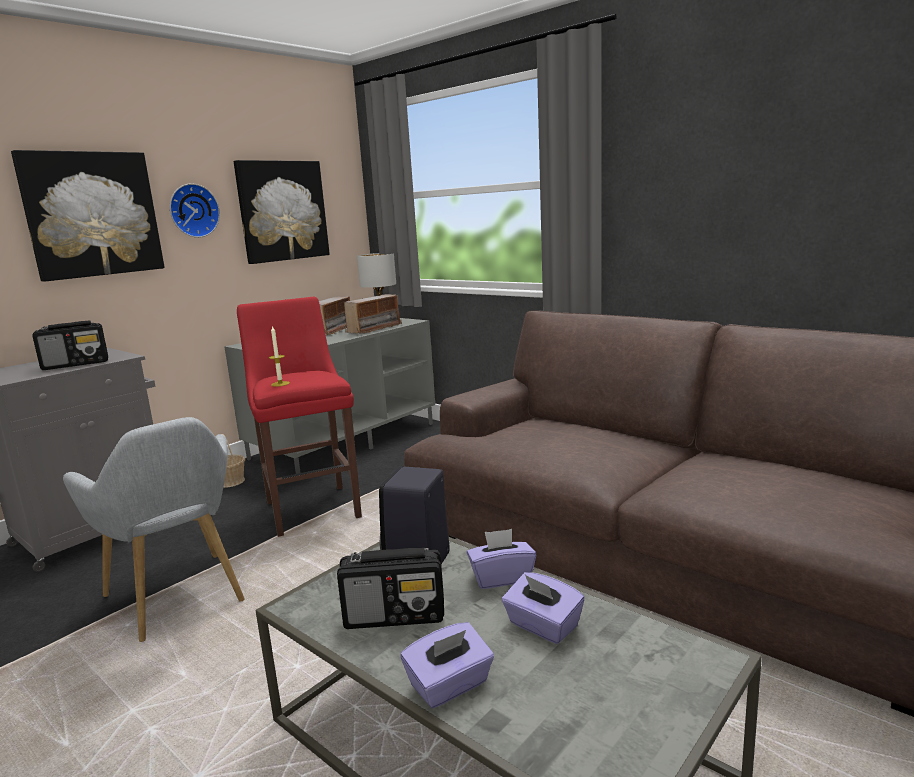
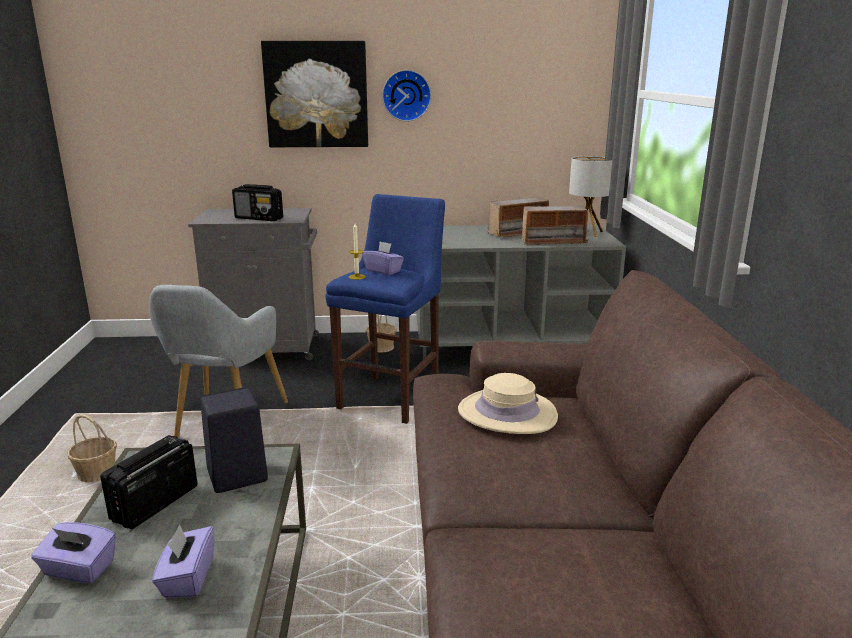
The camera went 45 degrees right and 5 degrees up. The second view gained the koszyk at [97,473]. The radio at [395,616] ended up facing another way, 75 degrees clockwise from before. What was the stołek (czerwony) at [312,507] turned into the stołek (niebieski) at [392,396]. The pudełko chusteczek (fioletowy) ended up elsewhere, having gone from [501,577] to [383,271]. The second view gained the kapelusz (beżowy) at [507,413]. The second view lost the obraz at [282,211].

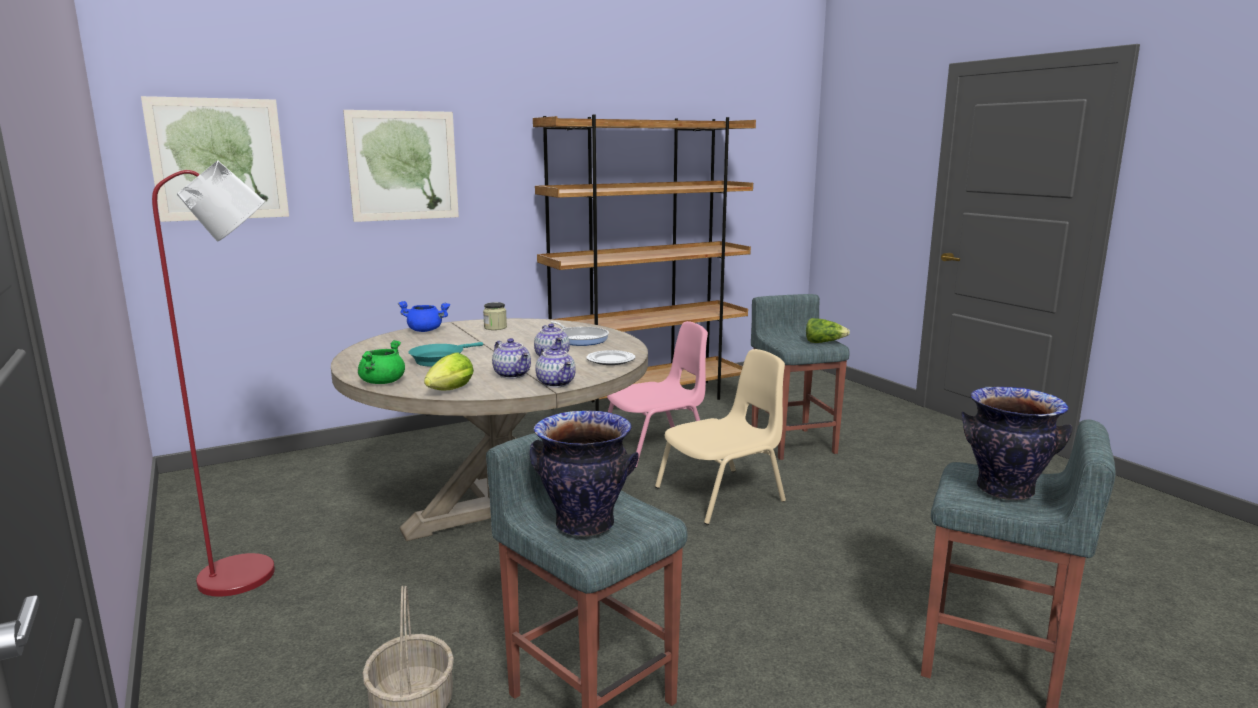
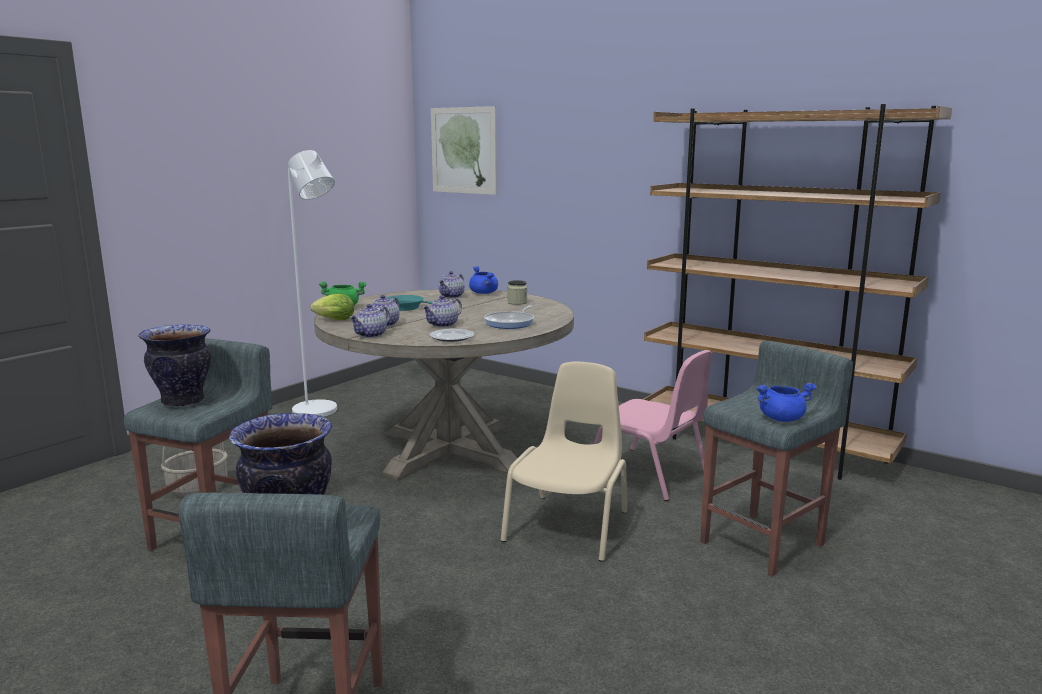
The camera went 65 degrees right and 0 degrees up. What was the lampa stojąca (czerwony) at [252,573] turned into the lampa stojąca (biały) at [320,412]. The second view gained the imbryk at [452,296]. The krzesło (beżowy) at [722,495] ended up facing another way, 105 degrees counterclockwise from before. Where the sałata stood at [824,342], the garnek (niebieski) came to stand at [781,418]. The second view lost the obraz at [403,166].

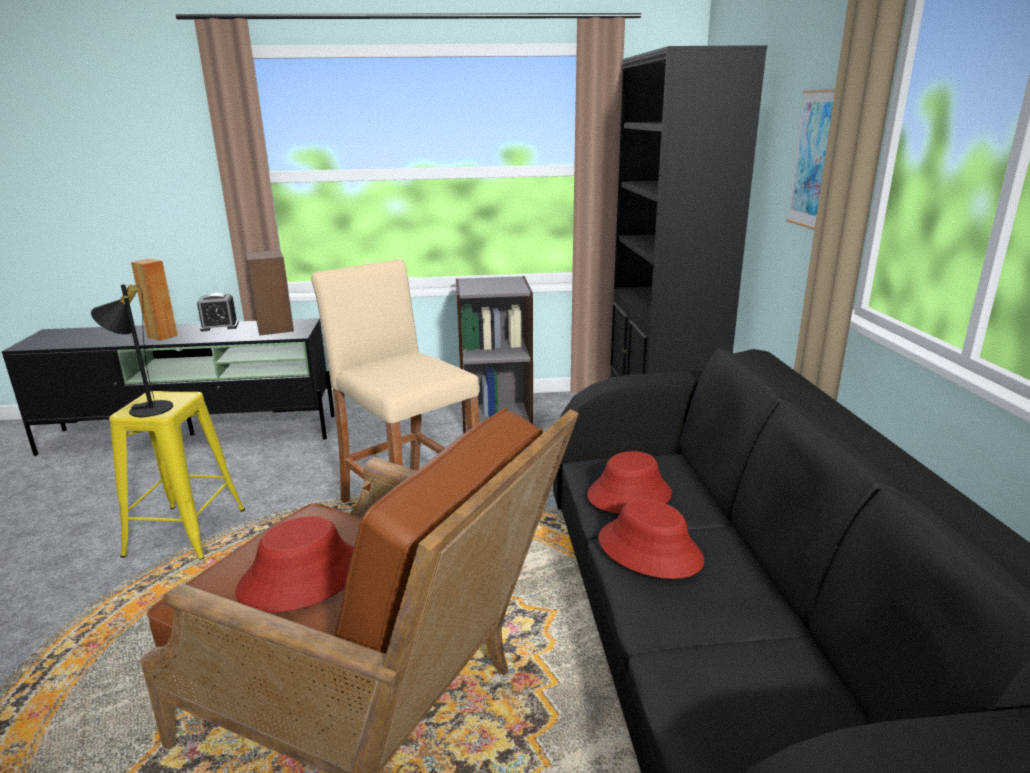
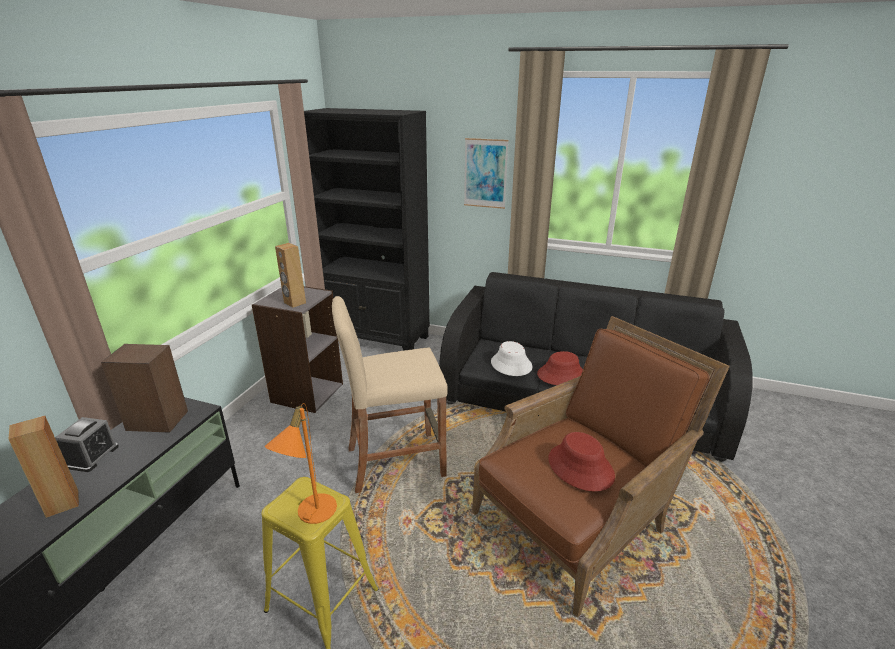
The camera went 65 degrees left and 5 degrees up. What was the lampa stołowa (czarny) at [145,408] turned into the lampa stołowa (pomarańczowy) at [310,513]. The second view gained the głośnik (brązowy) at [294,303]. What was the kapelusz (czerwony) at [629,494] turned into the kapelusz (biały) at [511,364].

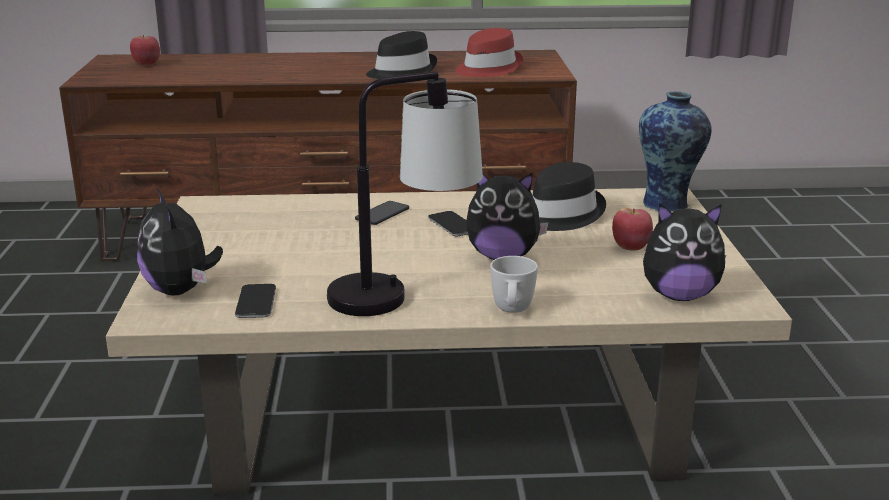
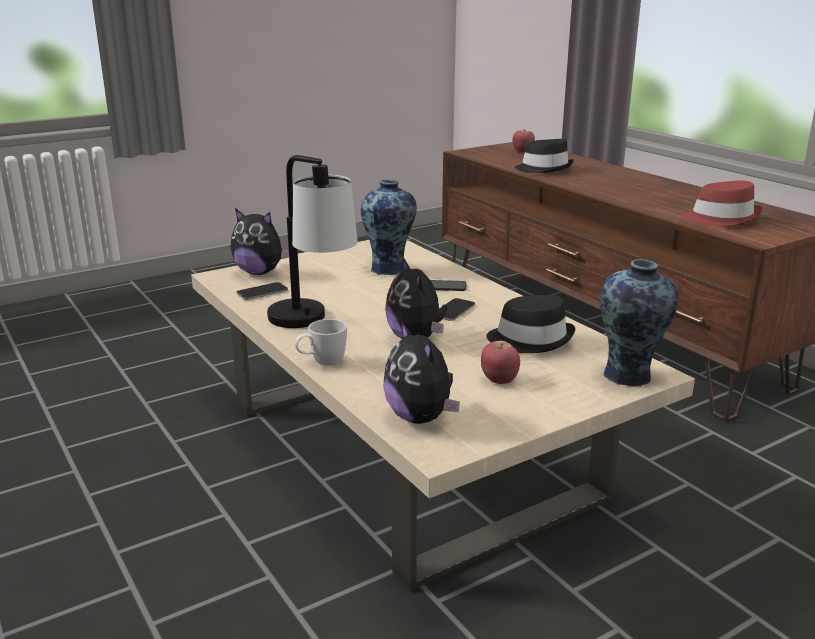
The camera went 60 degrees right and 0 degrees up. The pluszak at [181,290] ended up facing another way, 105 degrees counterclockwise from before. The second view gained the wazon at [389,268]. The kapelusz (czarny) ended up elsewhere, having gone from [401,71] to [544,168].

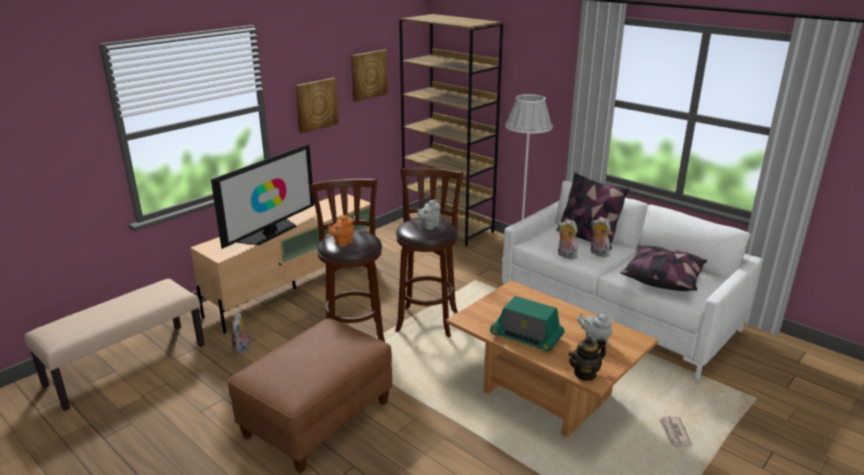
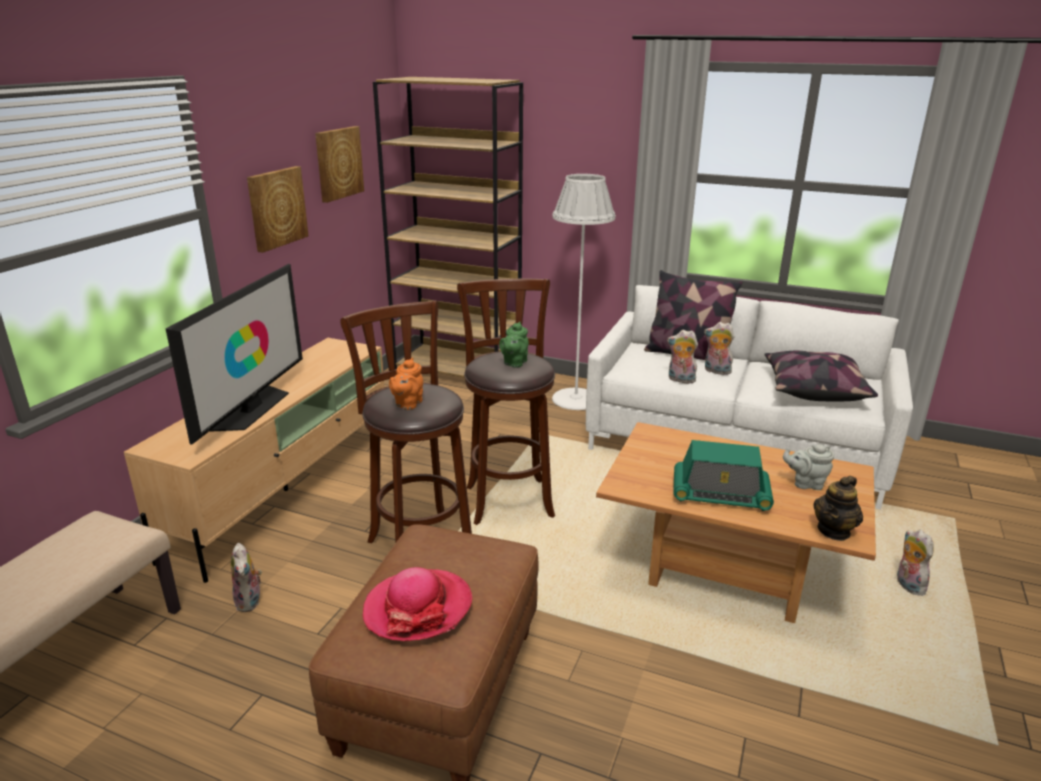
The camera went 20 degrees left and 0 degrees up. The second view gained the kapelusz at [418,608]. What was the imbryk (szary) at [429,226] turned into the imbryk (zielony) at [514,363]. Where the gazeta stood at [674,433], the pluszak came to stand at [907,585].

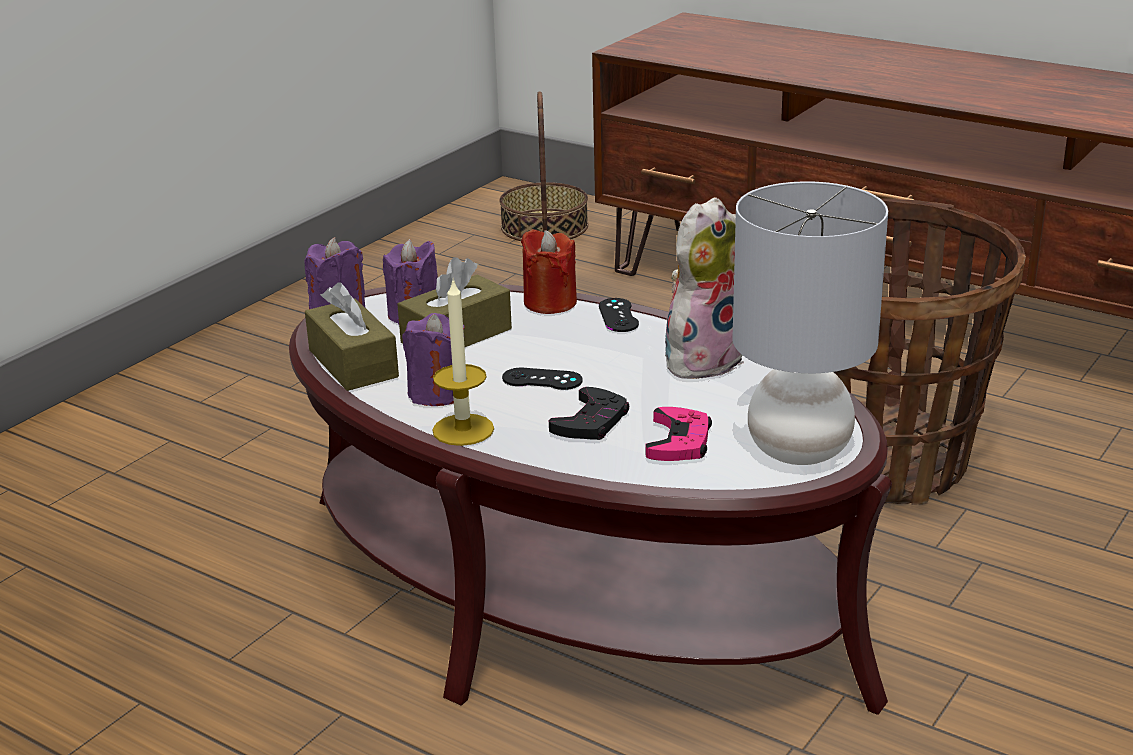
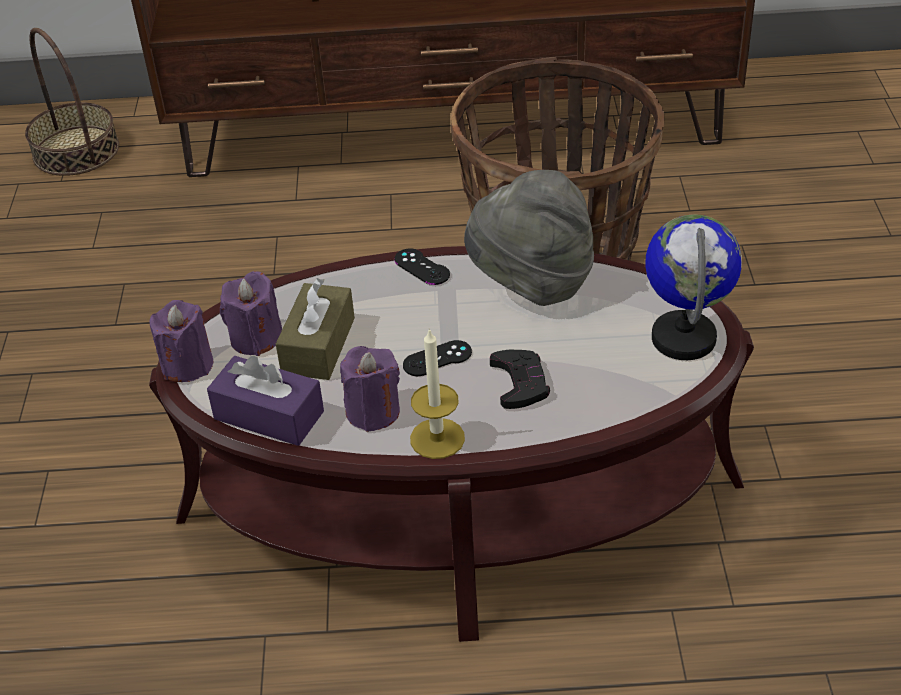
The camera went 35 degrees left and 15 degrees up. What was the pudełko chusteczek (brązowy) at [353,363] turned into the pudełko chusteczek (fioletowy) at [269,415]. Where the pluszak stood at [703,359], the kapelusz (szary) came to stand at [531,283]. Where the lampa stołowa (szary) stood at [798,449], the globus came to stand at [684,338]. The second view lost the świeca (czerwony) at [550,302]. The second view lost the pad do gier (różowy) at [679,442].

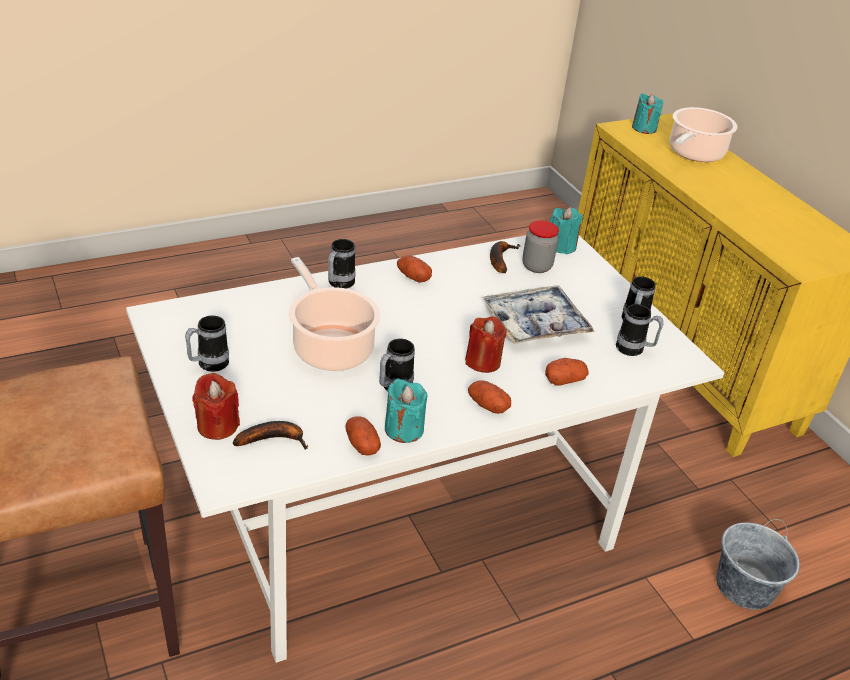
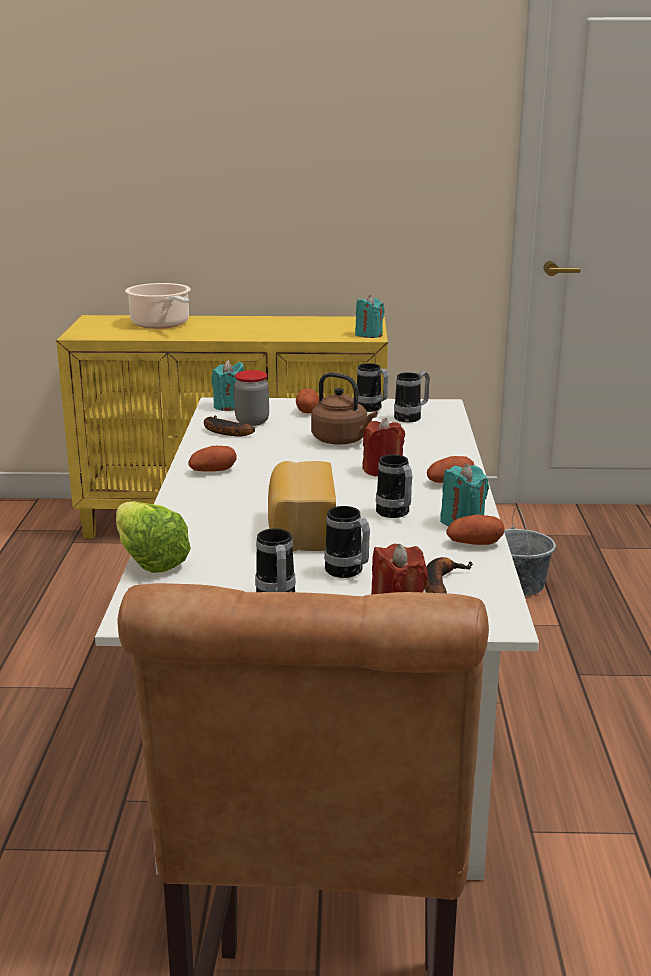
The camera went 60 degrees left and 15 degrees down. The second view gained the sałata at [147,557]. Where the garnek stood at [330,347], the chleb came to stand at [300,530]. The ziemniak ended up elsewhere, having gone from [565,380] to [307,410]. Where the taca stood at [535,323], the czajnik (brązowy) came to stand at [342,440]. The kubek ended up elsewhere, having gone from [338,284] to [348,573]. The świeca (turkusowy) ended up elsewhere, having gone from [644,128] to [369,335].

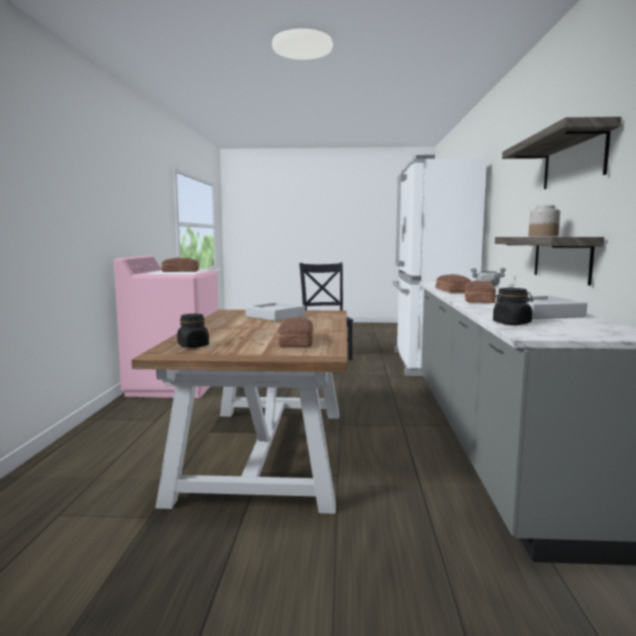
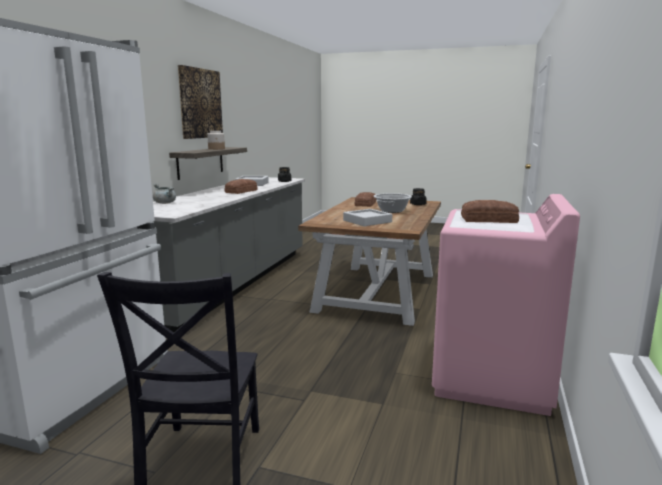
The camera went 165 degrees left and 5 degrees up. Where the półka hung at [573,160], the obraz came to hang at [200,103]. The second view gained the garnek at [392,211]. The second view lost the chleb at [453,290].

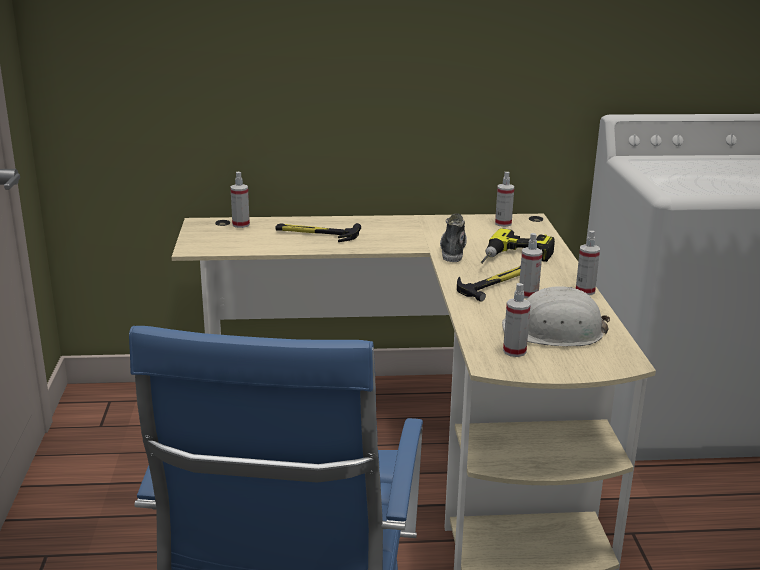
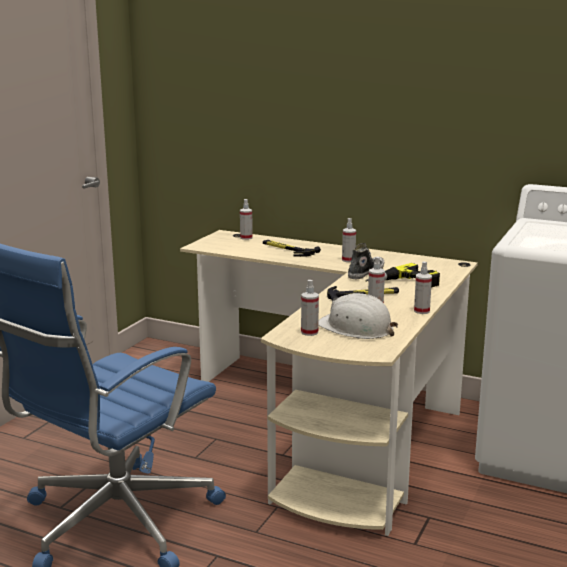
The camera went 30 degrees right and 5 degrees down. The spryskiwacz ended up elsewhere, having gone from [503,223] to [348,260].

